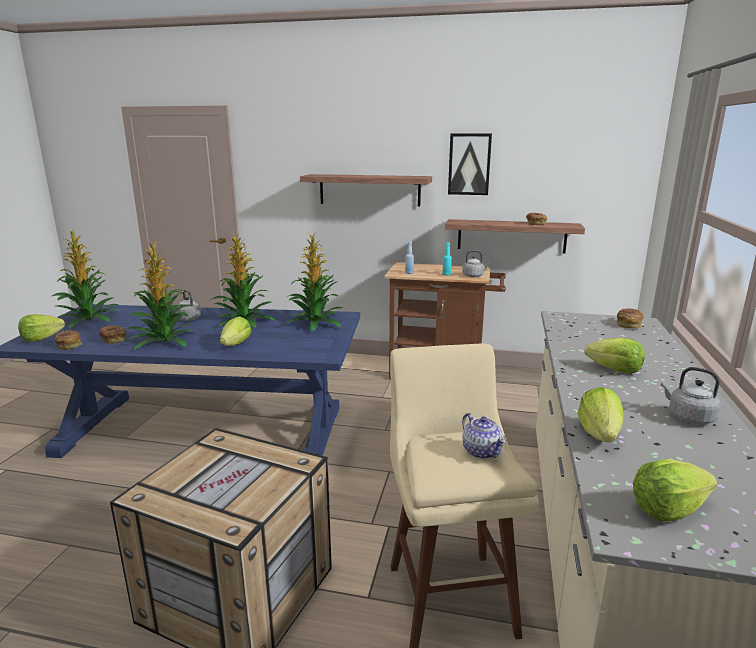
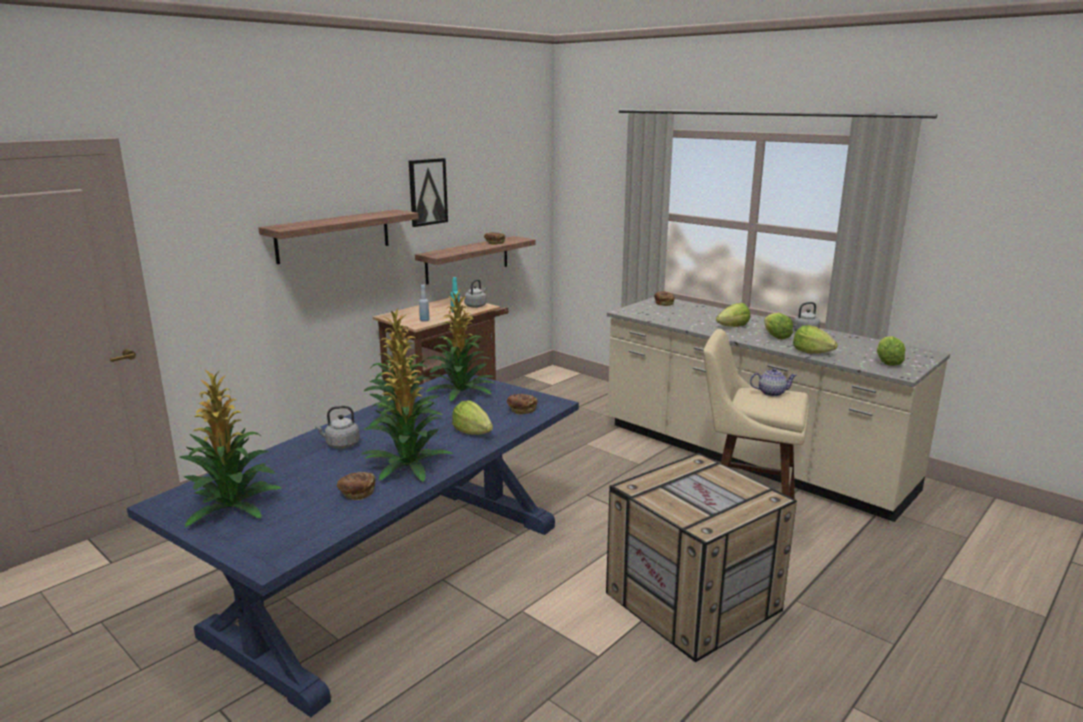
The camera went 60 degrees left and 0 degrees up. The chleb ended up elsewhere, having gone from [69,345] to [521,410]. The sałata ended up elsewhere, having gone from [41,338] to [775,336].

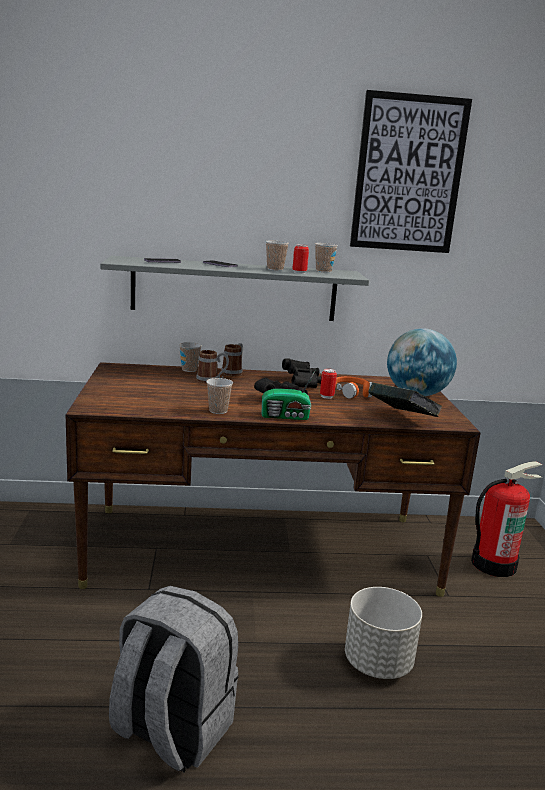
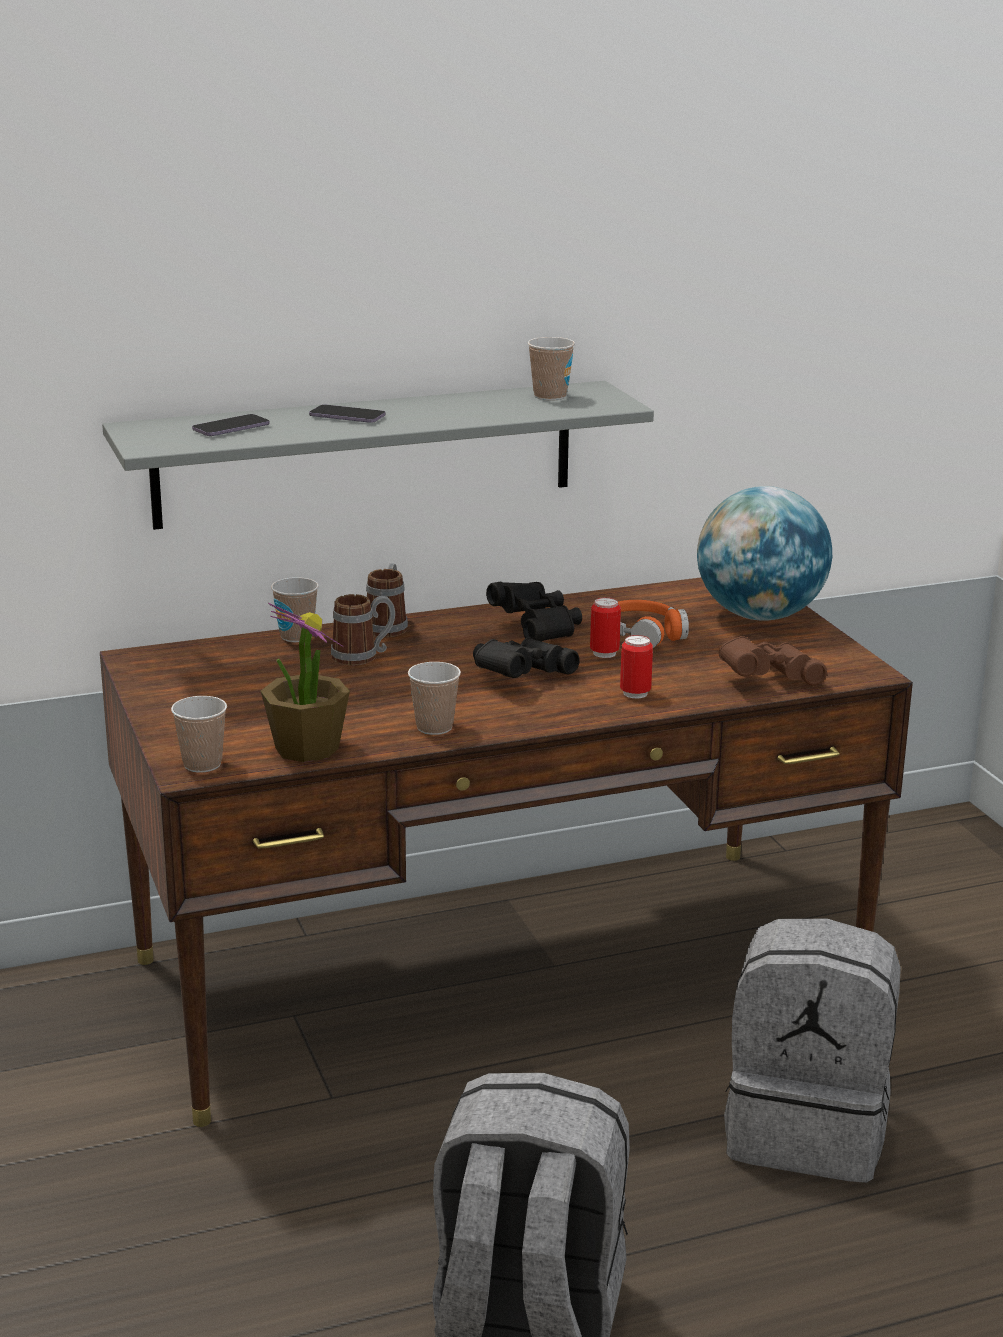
The camera went 15 degrees left and 5 degrees up. The filiżanka ended up elsewhere, having gone from [275,269] to [202,764]. The second view gained the roślina doniczkowa at [306,748]. The puszka ended up elsewhere, having gone from [299,273] to [635,693]. Where the książka stood at [401,419], the lornetka (brązowy) came to stand at [766,679]. Where the donica (szary) stood at [378,663], the plecak (szary) came to stand at [808,1130]. The second view lost the radio at [286,416]. The second view lost the obraz at [408,174]. The second view lost the gaśnica at [493,564].

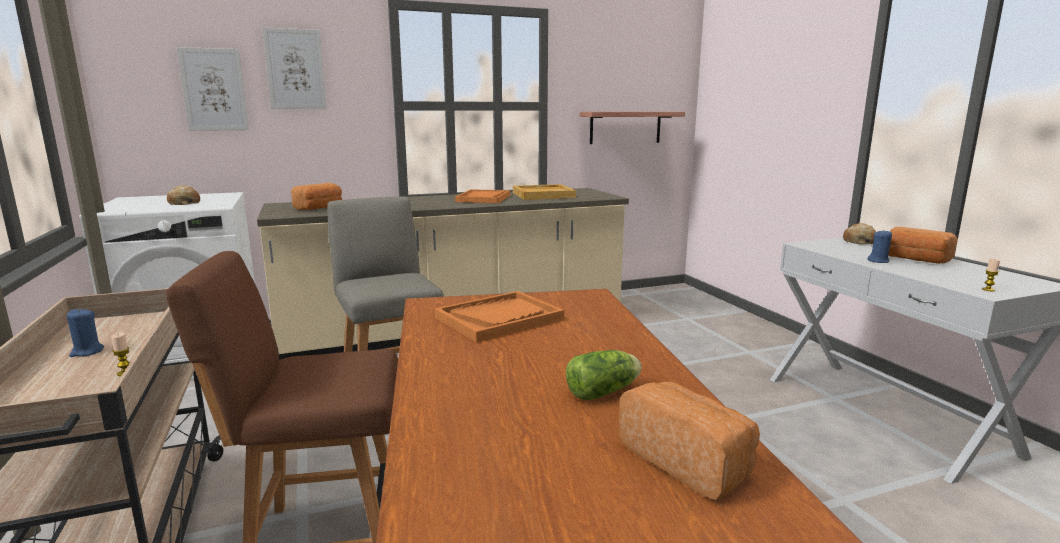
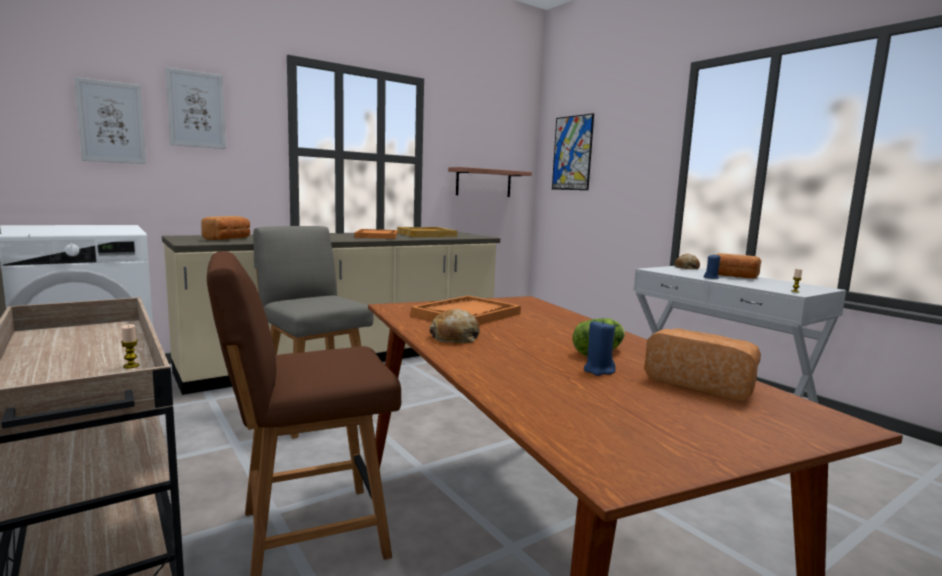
The camera went 15 degrees left and 5 degrees down. The chleb ended up elsewhere, having gone from [184,203] to [454,338]. The second view gained the obraz at [572,153]. The świeca (niebieski) ended up elsewhere, having gone from [87,352] to [598,370].

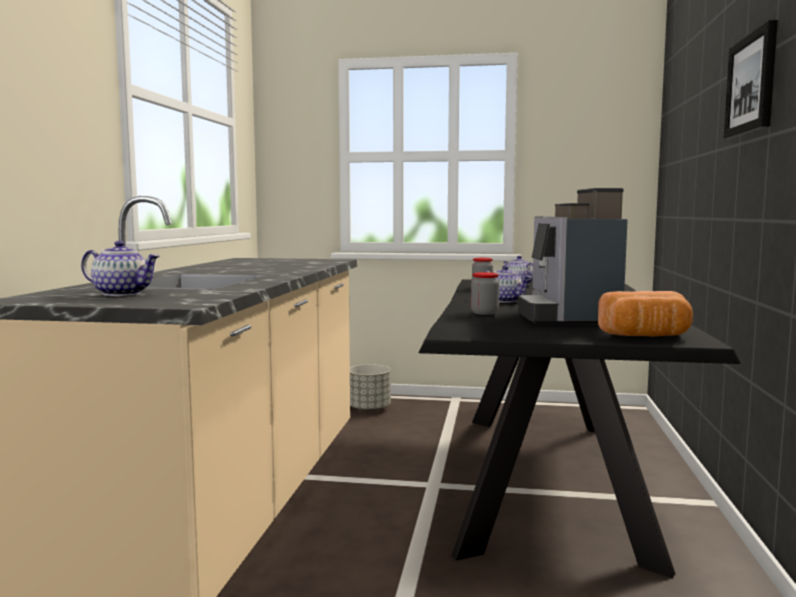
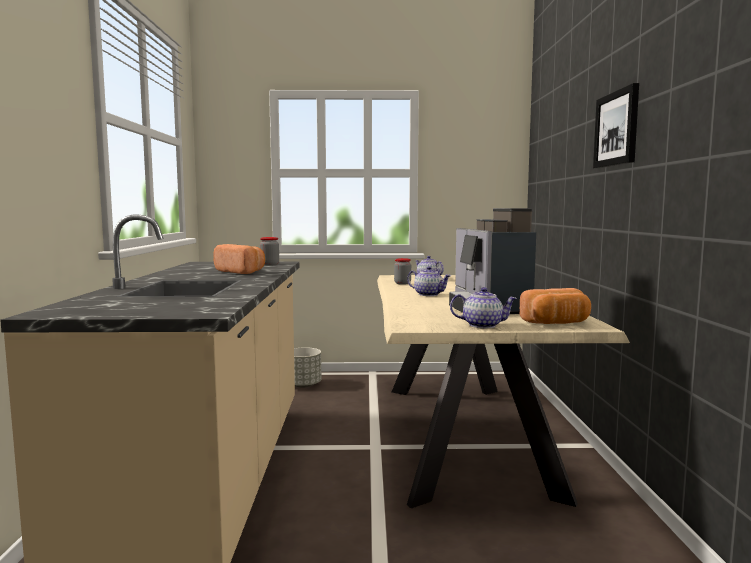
The camera went 10 degrees left and 0 degrees up. The second view gained the chleb at [241,272]. The słoik ended up elsewhere, having gone from [484,313] to [269,264]. What was the stół jadalny (czarny) at [546,478] turned into the stół jadalny (beżowy) at [462,435]. The imbryk ended up elsewhere, having gone from [123,293] to [483,325].

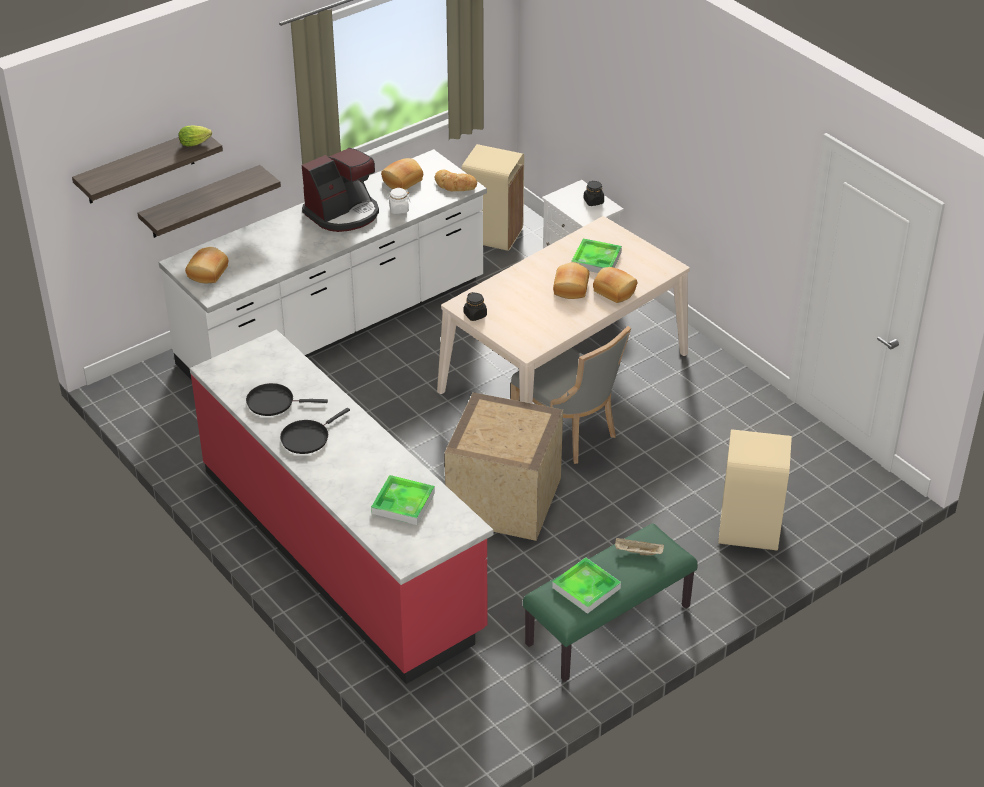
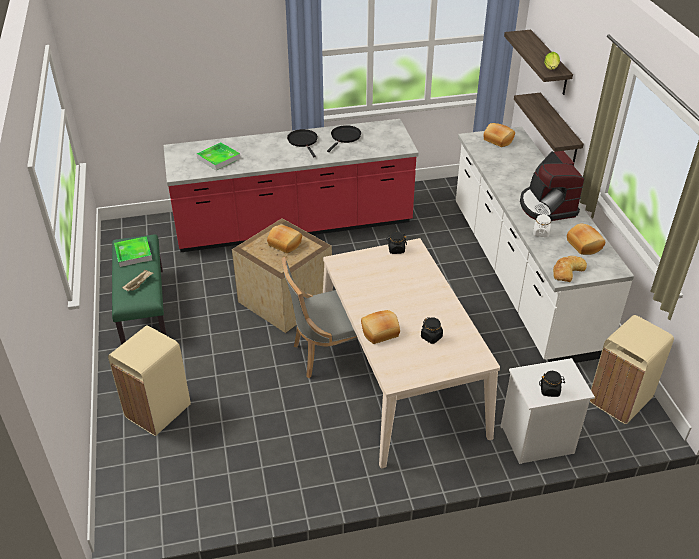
The camera went 115 degrees right and 0 degrees up. The chleb ended up elsewhere, having gone from [570,288] to [285,243]. Where the taca stood at [596,260], the słoik (czarny) came to stand at [431,337].

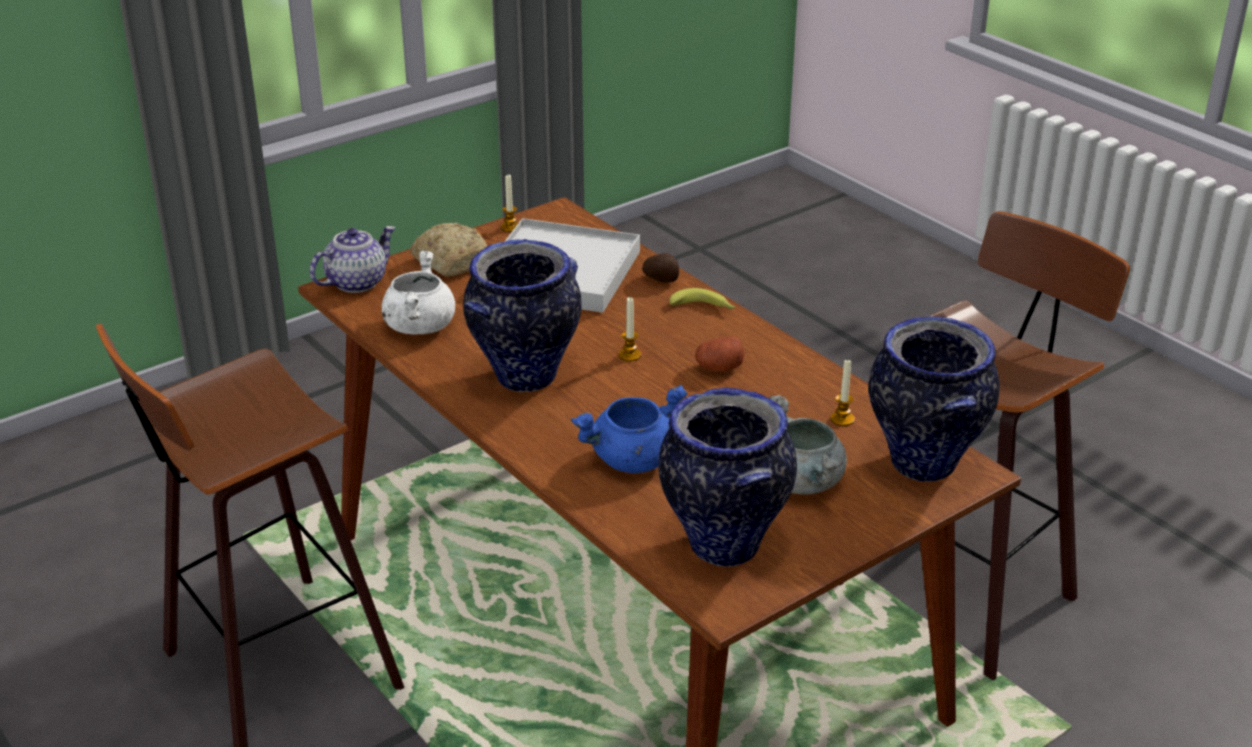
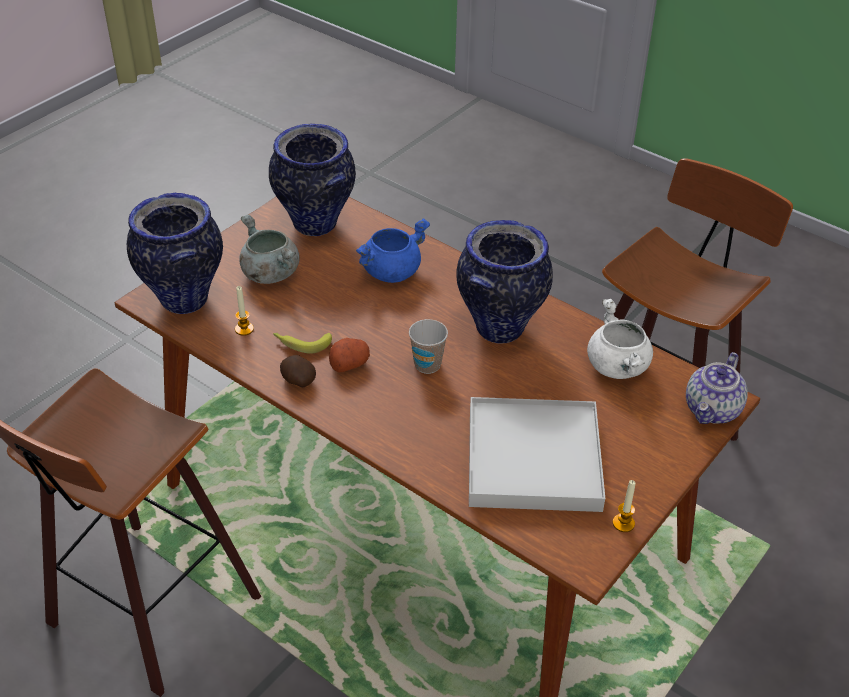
The camera went 165 degrees right and 10 degrees up. The banan ended up elsewhere, having gone from [703,308] to [301,343]. The ziemniak ended up elsewhere, having gone from [661,280] to [297,381]. Where the świeca stood at [629,355], the filiżanka came to stand at [427,365]. The second view lost the chleb at [451,261].

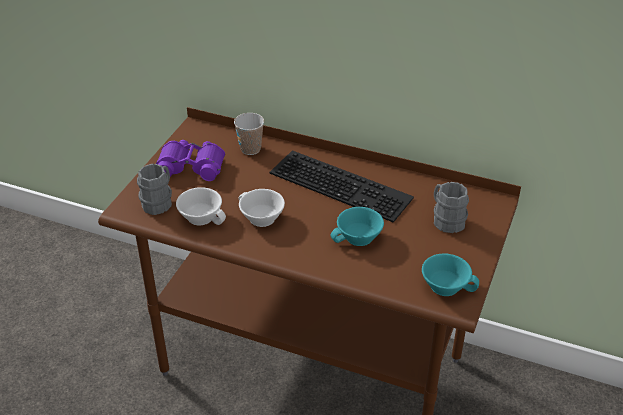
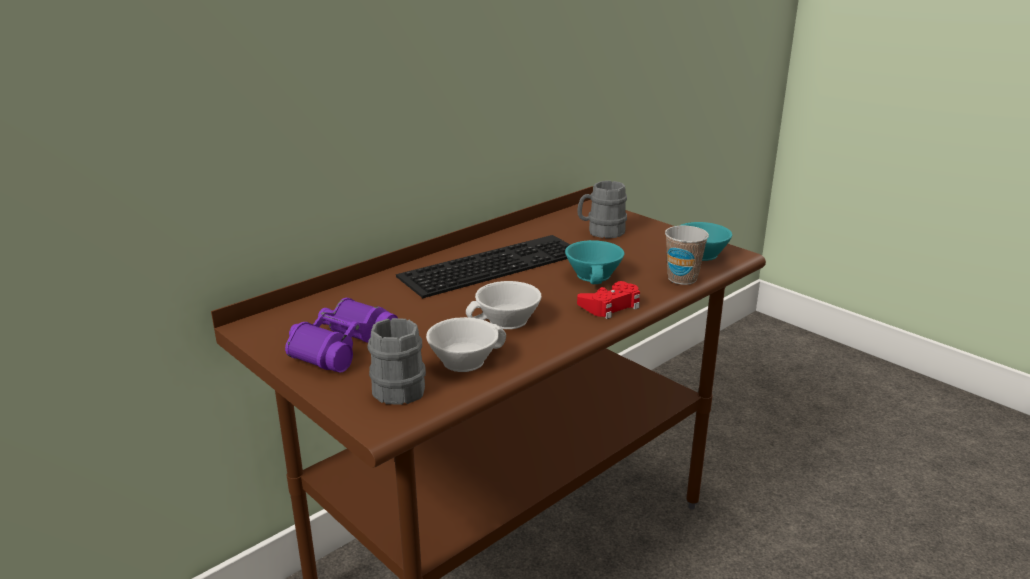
The camera went 65 degrees left and 15 degrees down. The second view gained the pad do gier (czerwony) at [610,306]. The filiżanka ended up elsewhere, having gone from [250,149] to [682,278].

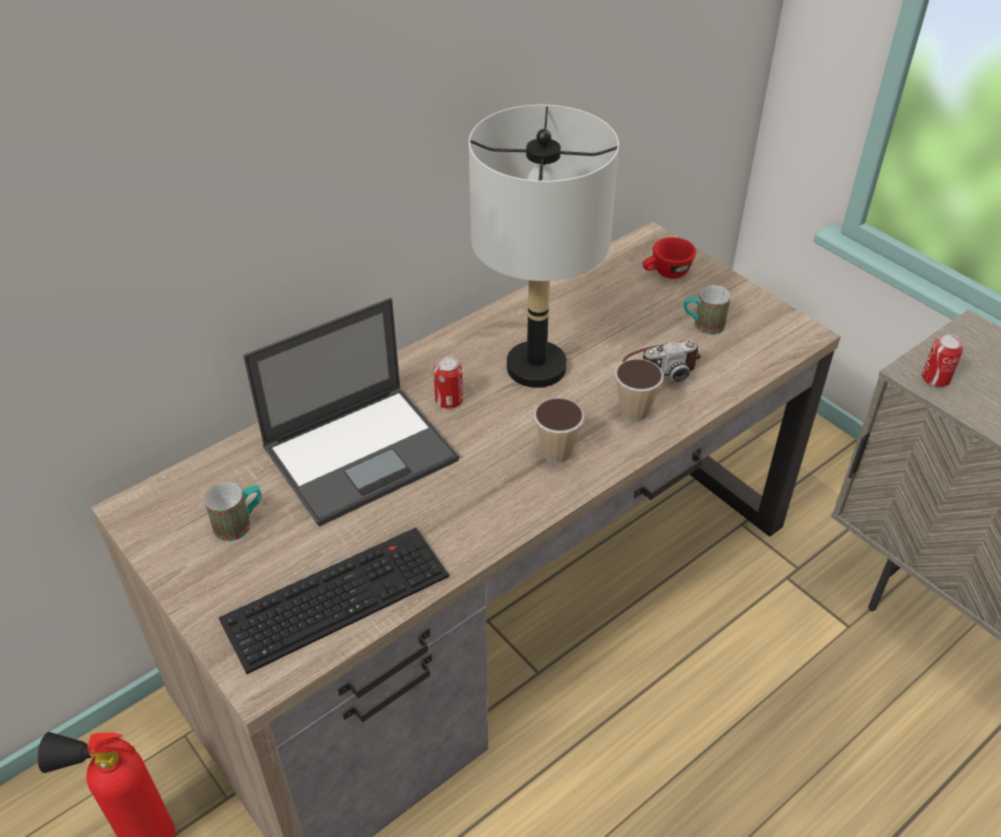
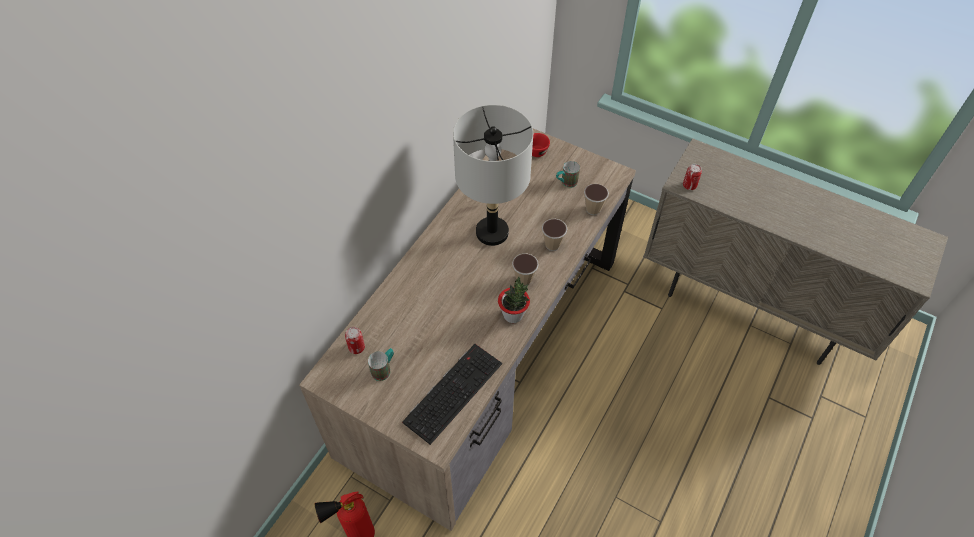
The camera went 20 degrees left and 10 degrees up. The puszka ended up elsewhere, having gone from [449,401] to [356,347]. The second view gained the roślina doniczkowa at [513,315]. The second view gained the filiżanka at [593,209]. The second view lost the laptop at [362,452]. The second view lost the aparat fotograficzny at [660,365].

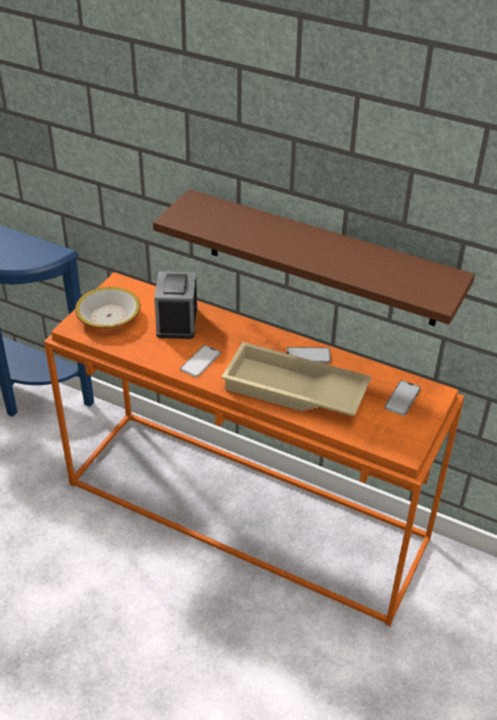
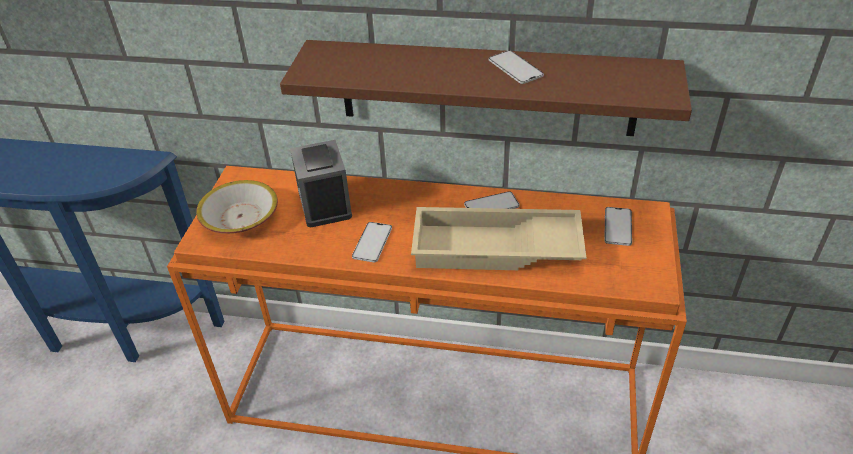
The camera went 15 degrees left and 0 degrees up. The second view gained the telefon at [515,68].

